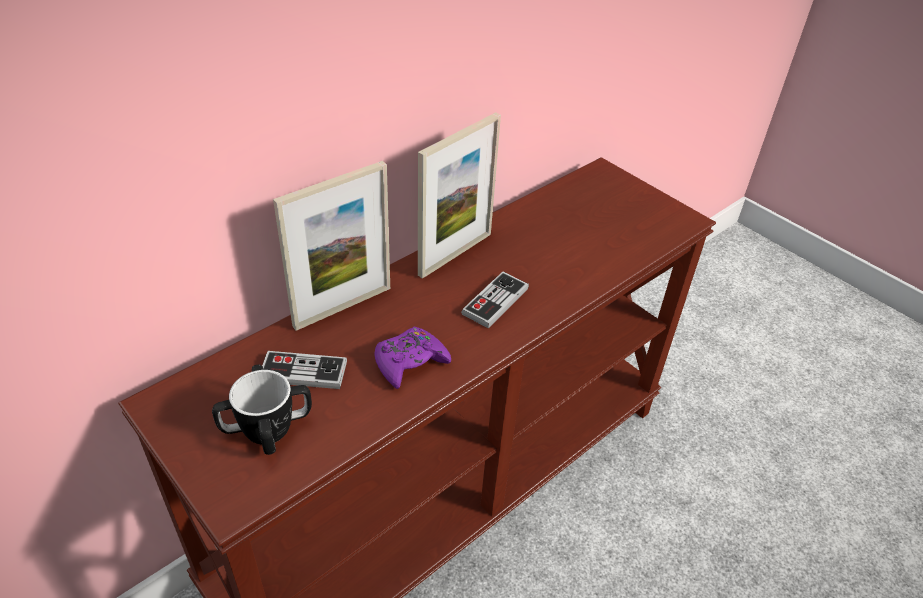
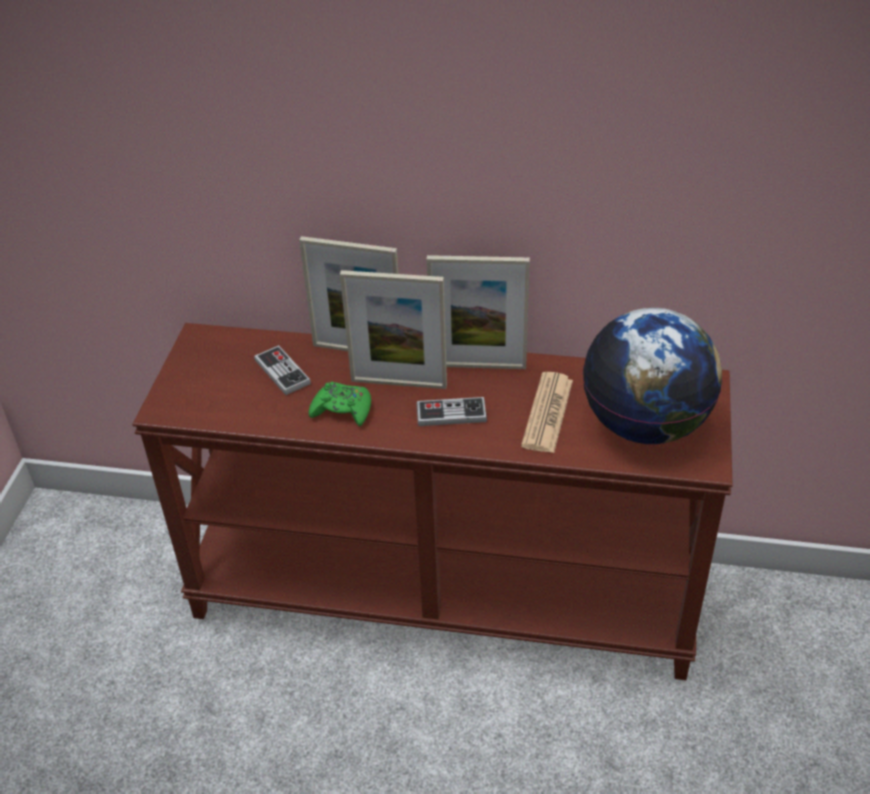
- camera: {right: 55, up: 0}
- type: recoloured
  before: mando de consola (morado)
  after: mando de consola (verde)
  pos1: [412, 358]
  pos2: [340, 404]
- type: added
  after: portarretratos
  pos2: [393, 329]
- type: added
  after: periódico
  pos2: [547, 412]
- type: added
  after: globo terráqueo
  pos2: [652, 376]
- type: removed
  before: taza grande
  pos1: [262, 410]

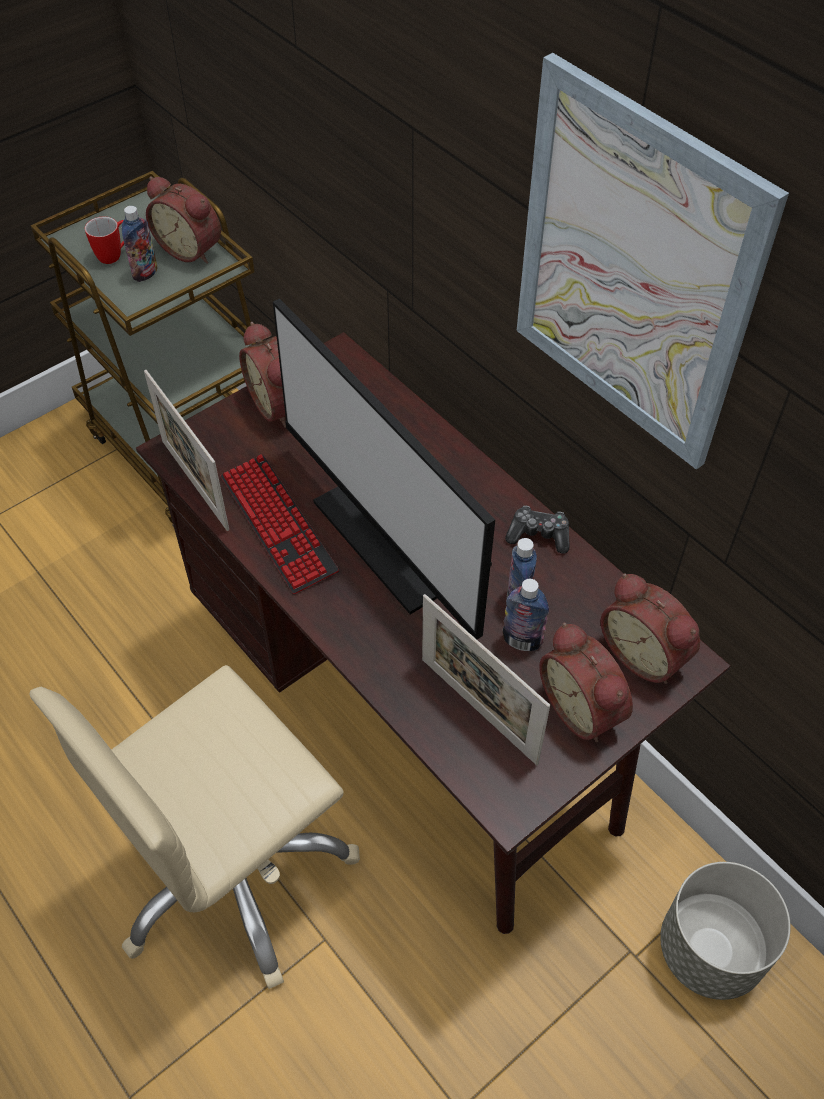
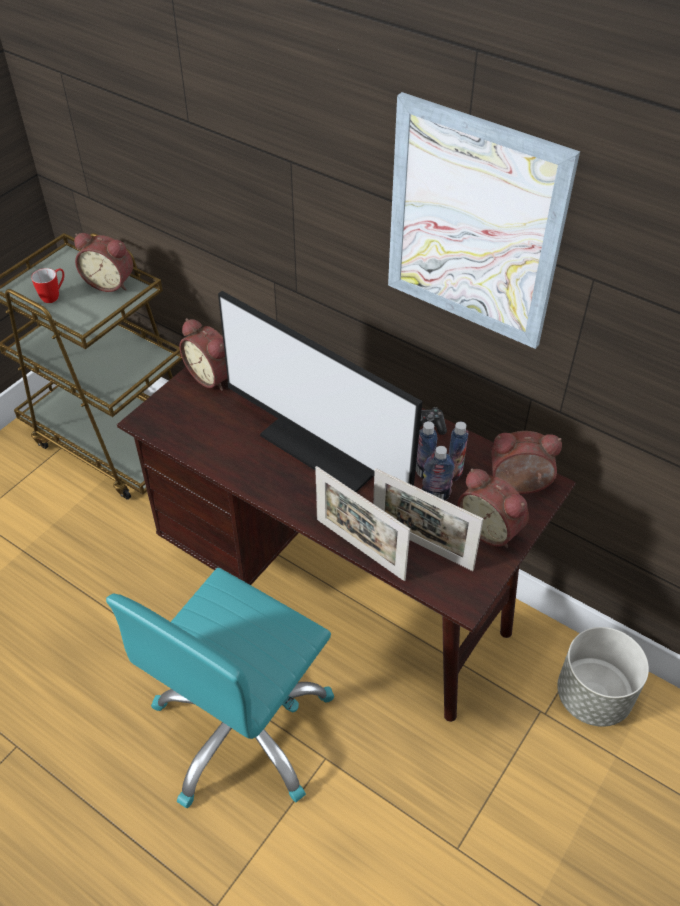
- camera: {right: -15, up: -5}
- type: recoloured
  before: silla de oficina (beis)
  after: silla de oficina (turquesa)
  pos1: [195, 827]
  pos2: [220, 688]
- type: moved
  before: portarretratos
  pos1: [186, 450]
  pos2: [362, 523]
- type: moved
  before: botella
  pos1: [140, 244]
  pos2: [458, 451]
- type: turned
  before: despertador
  pos1: [650, 628]
  pos2: [526, 462]
  turn: 150
- type: removed
  before: teclado
  pos1: [279, 524]

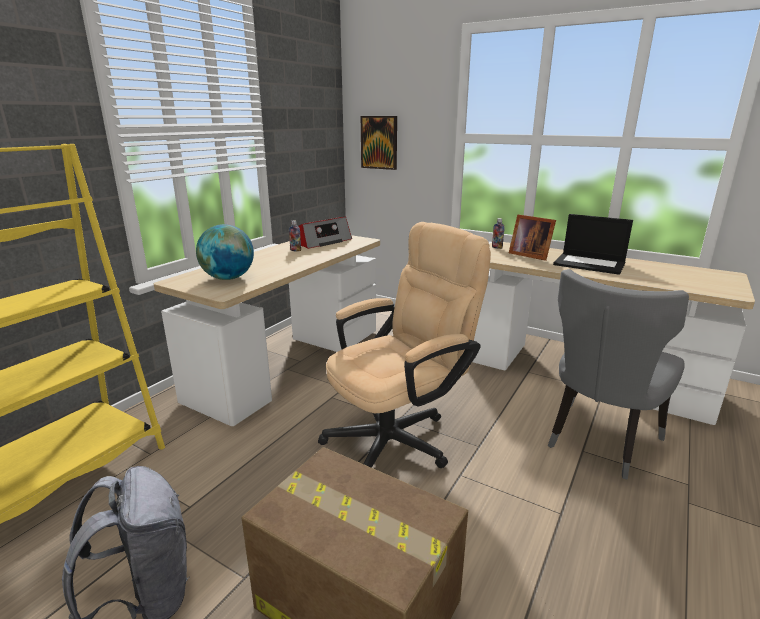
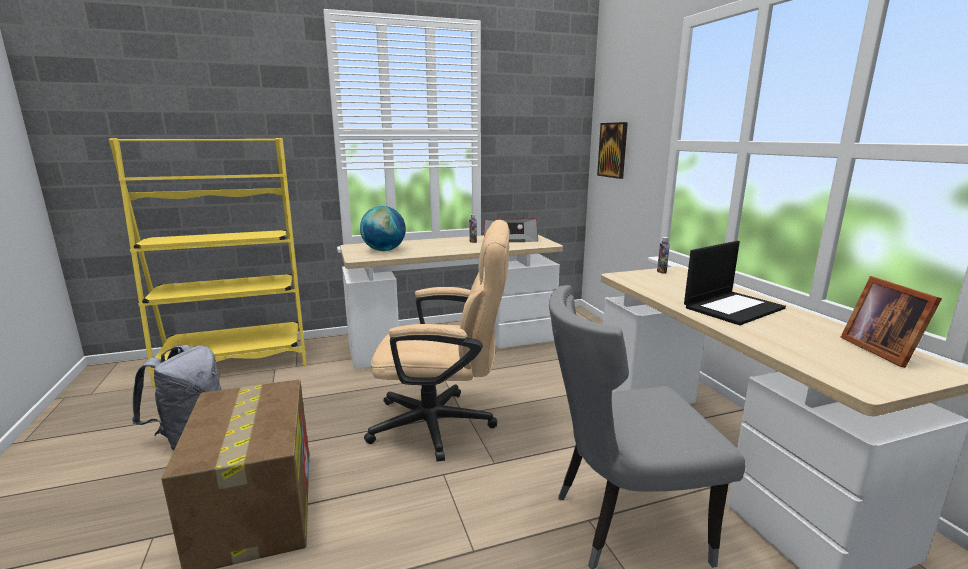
- camera: {right: 40, up: -5}
- type: turned
  before: portátil
  pos1: [593, 244]
  pos2: [735, 283]
  turn: -105
- type: moved
  before: portarretratos
  pos1: [532, 237]
  pos2: [891, 322]

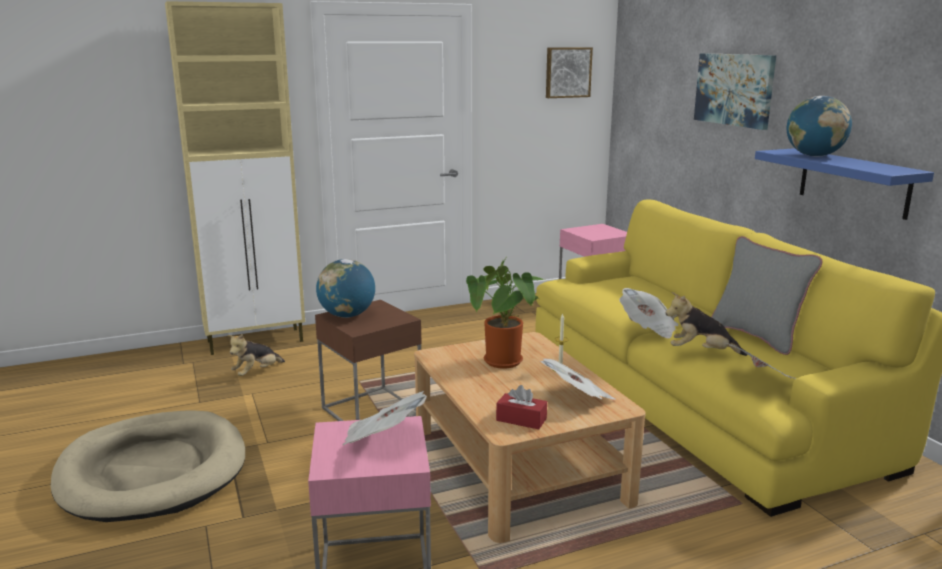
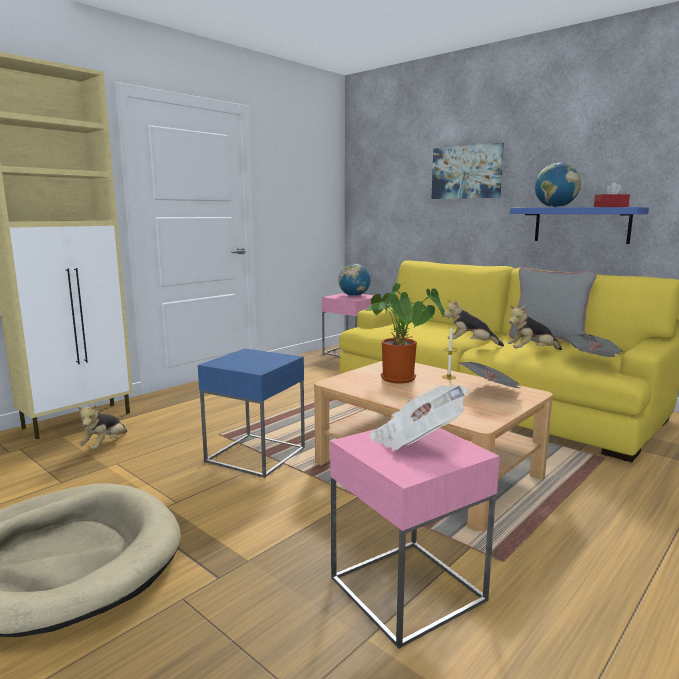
- camera: {right: -25, up: -5}
- type: recoloured
  before: mesa auxiliar (marrón)
  after: mesa auxiliar (azul)
  pos1: [368, 360]
  pos2: [251, 413]
- type: moved
  before: globo terráqueo
  pos1: [345, 288]
  pos2: [354, 280]
- type: replaced
  before: periódico
  after: peluche
  pos1: [649, 313]
  pos2: [473, 323]
- type: moved
  before: caja de pañuelos (rojo)
  pos1: [521, 407]
  pos2: [612, 194]
- type: removed
  before: cuadro
  pos1: [569, 72]

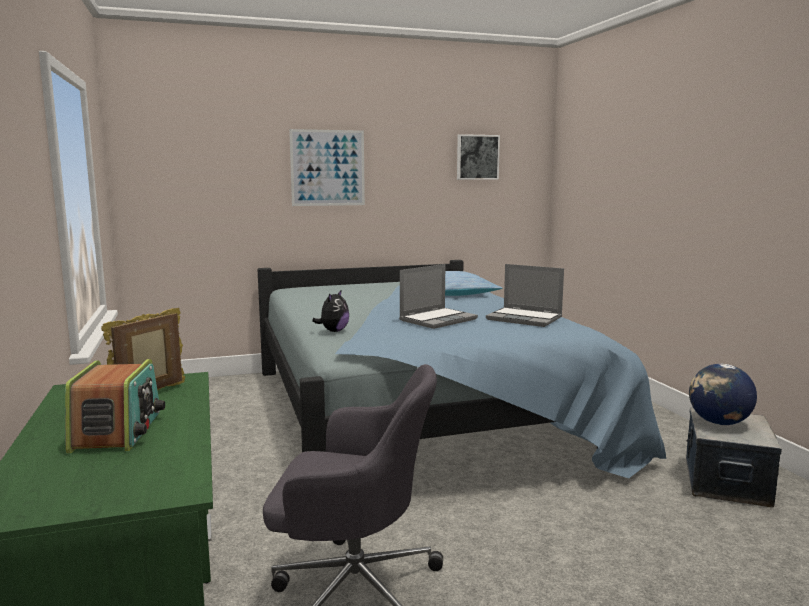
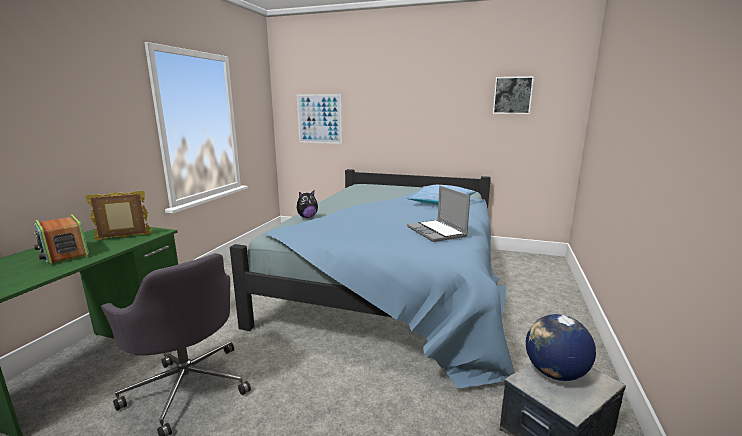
- camera: {right: 35, up: 5}
- type: turned
  before: radio
  pos1: [115, 406]
  pos2: [61, 239]
  turn: 105
- type: moved
  before: cuadro
  pos1: [327, 167]
  pos2: [319, 119]
- type: removed
  before: portátil
  pos1: [438, 296]

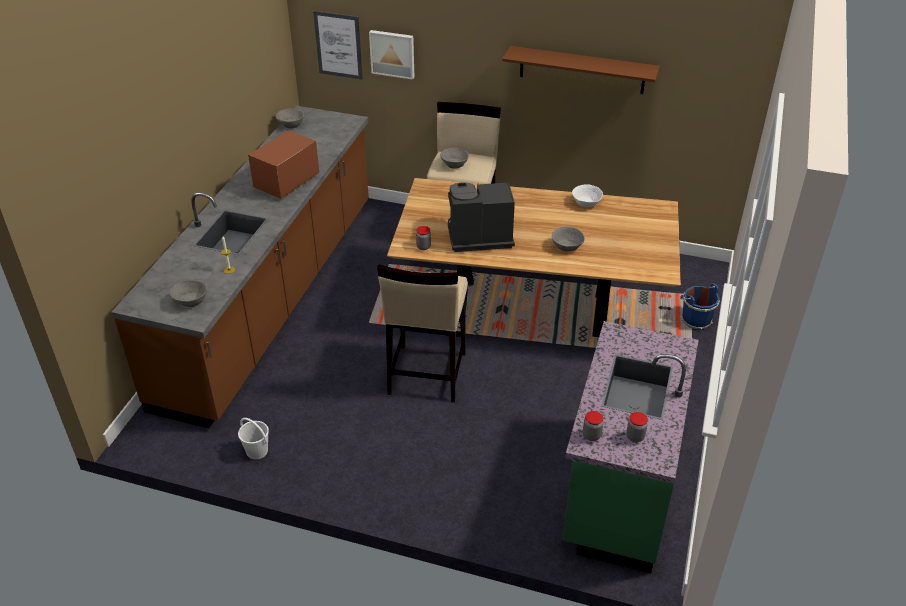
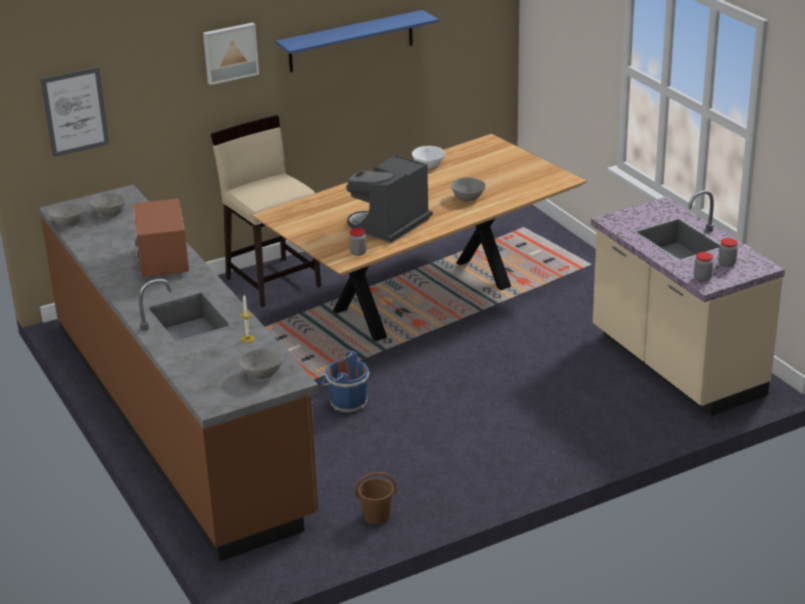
- camera: {right: -45, up: -10}
- type: moved
  before: cuenco (gris)
  pos1: [454, 158]
  pos2: [108, 205]
- type: moved
  before: cuadro
  pos1: [391, 55]
  pos2: [231, 53]
- type: recoloured
  before: estante (marrón)
  after: estante (azul)
  pos1: [581, 70]
  pos2: [357, 41]
- type: moved
  before: cubo (azul)
  pos1: [700, 306]
  pos2: [345, 382]
- type: recoloured
  before: cubo (blanco)
  after: cubo (marrón)
  pos1: [253, 438]
  pos2: [376, 498]
- type: recoloured
  before: mueble bajo de cocina (verde)
  after: mueble bajo de cocina (beis)
  pos1: [631, 447]
  pos2: [688, 303]
- type: removed
  before: taburete (beis)
  pos1: [422, 333]

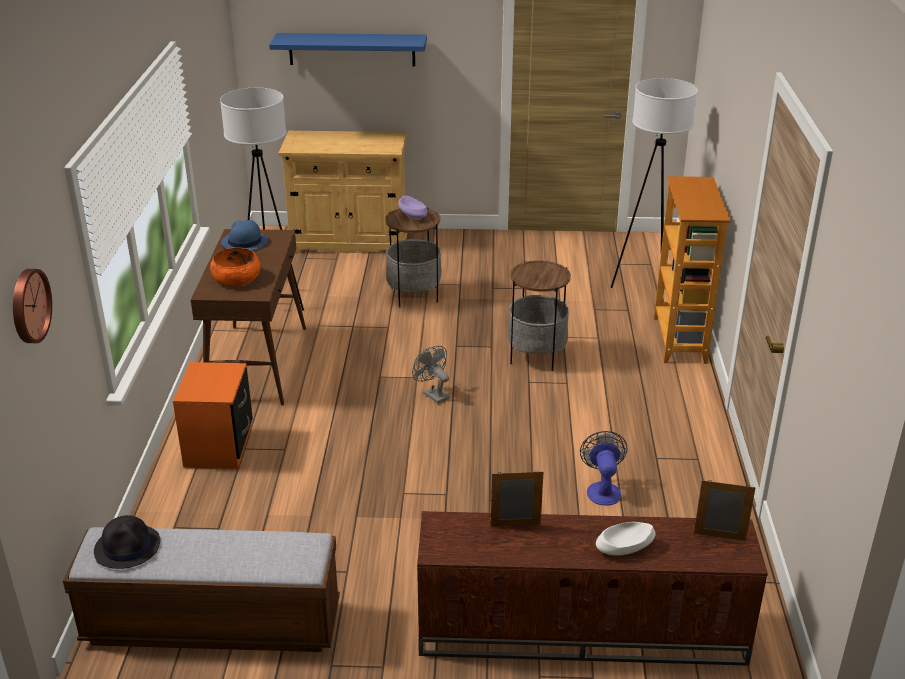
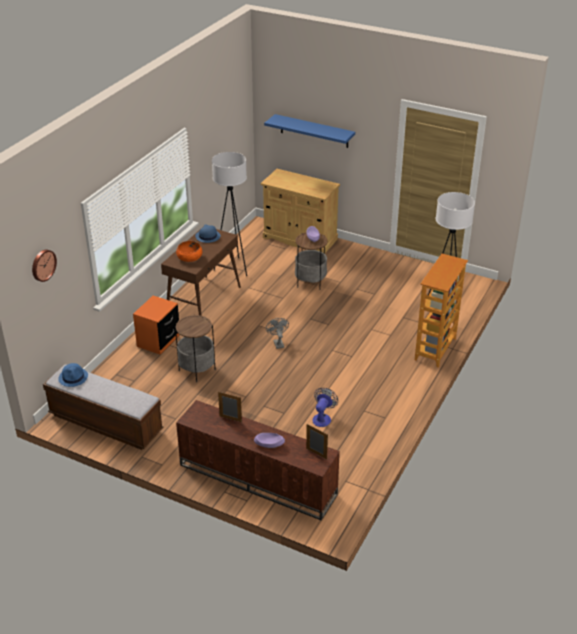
- camera: {right: 25, up: 5}
- type: recoloured
  before: sombrero (negro)
  after: sombrero (azul)
  pos1: [127, 542]
  pos2: [73, 375]
- type: moved
  before: mesa auxiliar
  pos1: [539, 315]
  pos2: [195, 348]
- type: recoloured
  before: cuenco (blanco)
  after: cuenco (morado)
  pos1: [626, 539]
  pos2: [269, 440]

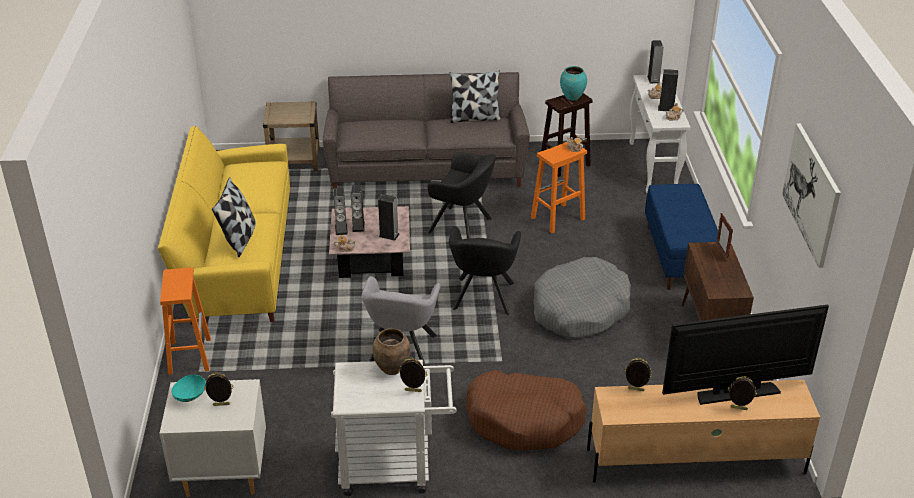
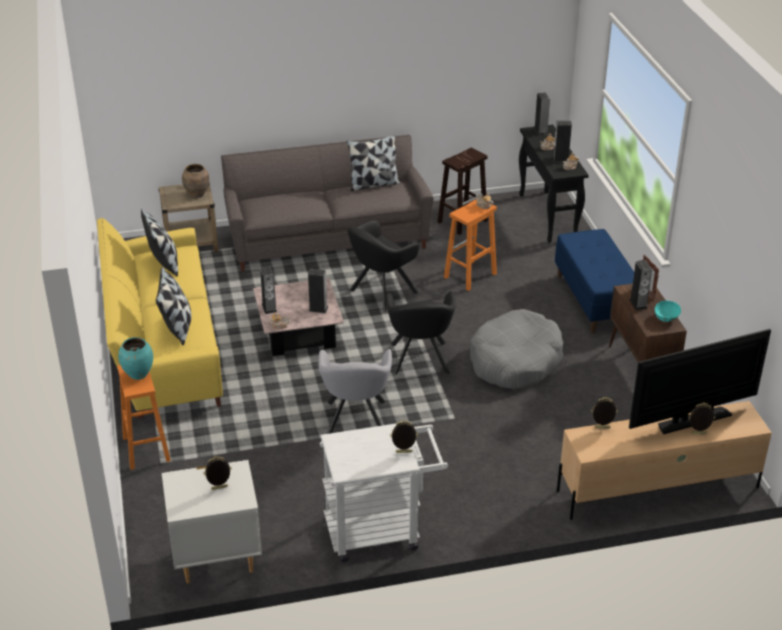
- camera: {right: -10, up: 0}
- type: moved
  before: florero (turquesa)
  pos1: [573, 83]
  pos2: [135, 358]
- type: added
  after: cojín
  pos2: [159, 242]
- type: moved
  before: florero (marrón)
  pos1: [391, 351]
  pos2: [195, 181]
- type: turned
  before: sillón (negro)
  pos1: [461, 195]
  pos2: [383, 266]
  turn: 120
- type: recoloured
  before: mesa consola (blanco)
  after: mesa consola (negro)
  pos1: [660, 133]
  pos2: [554, 184]
- type: moved
  before: altavoz
  pos1: [358, 208]
  pos2: [640, 285]
- type: moved
  before: cuenco (turquesa)
  pos1: [189, 388]
  pos2: [668, 311]
- type: removed
  before: cama para perro (marrón)
  pos1: [526, 410]
- type: removed
  before: cuadro
  pos1: [811, 195]

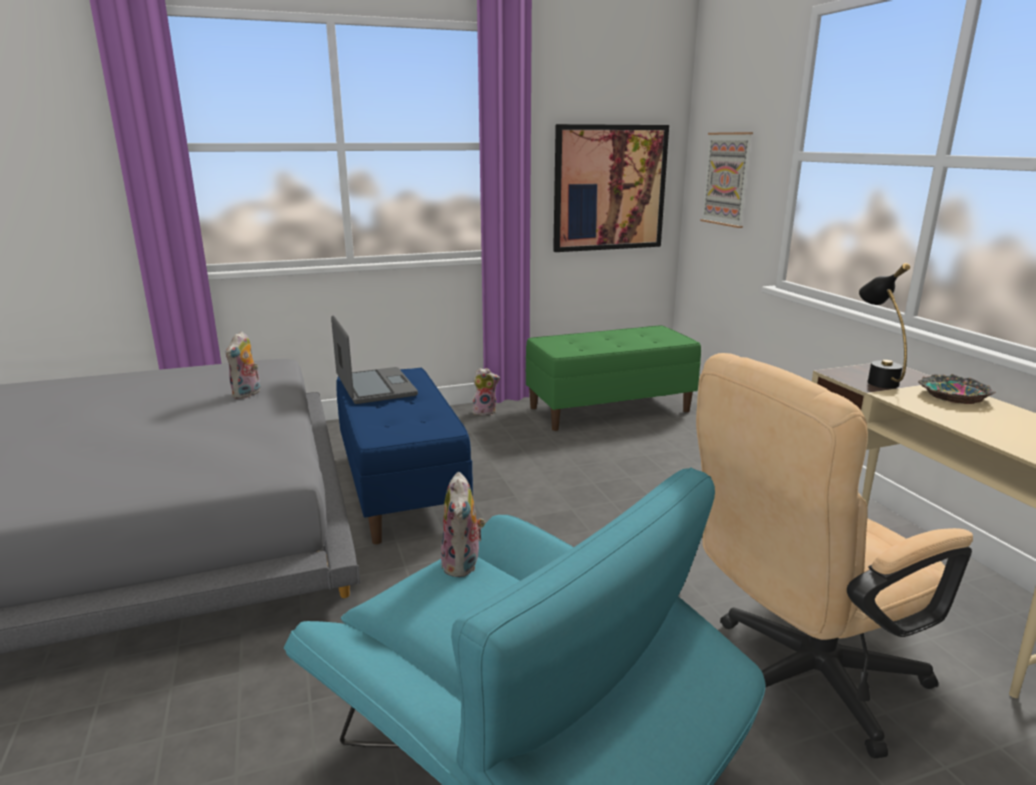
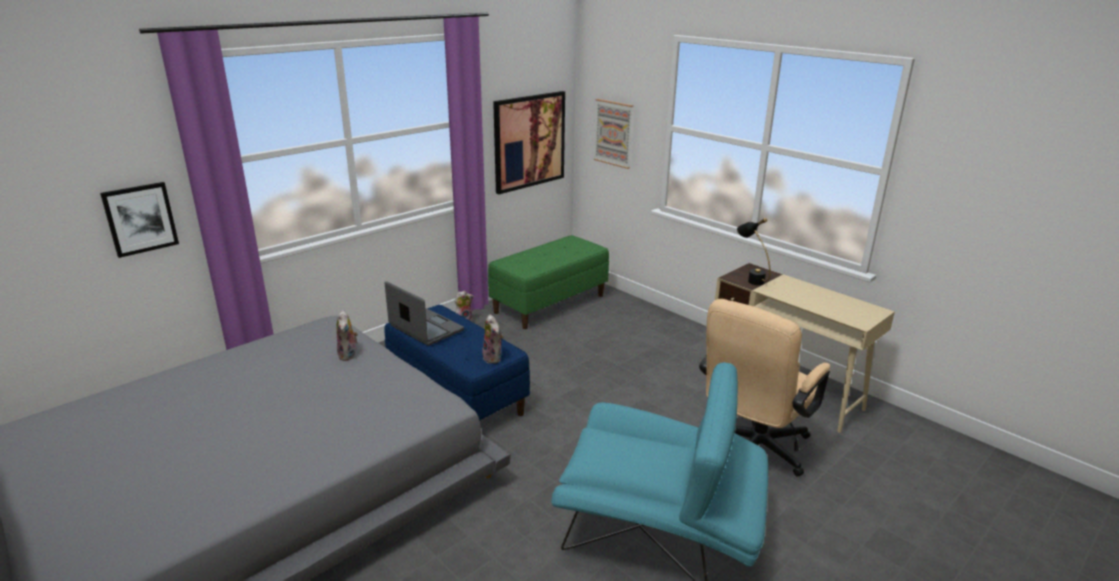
- camera: {right: -25, up: 5}
- type: added
  after: cuadro
  pos2: [139, 220]
- type: moved
  before: peluche
  pos1: [463, 524]
  pos2: [492, 339]
- type: removed
  before: cuenco
  pos1: [957, 389]

